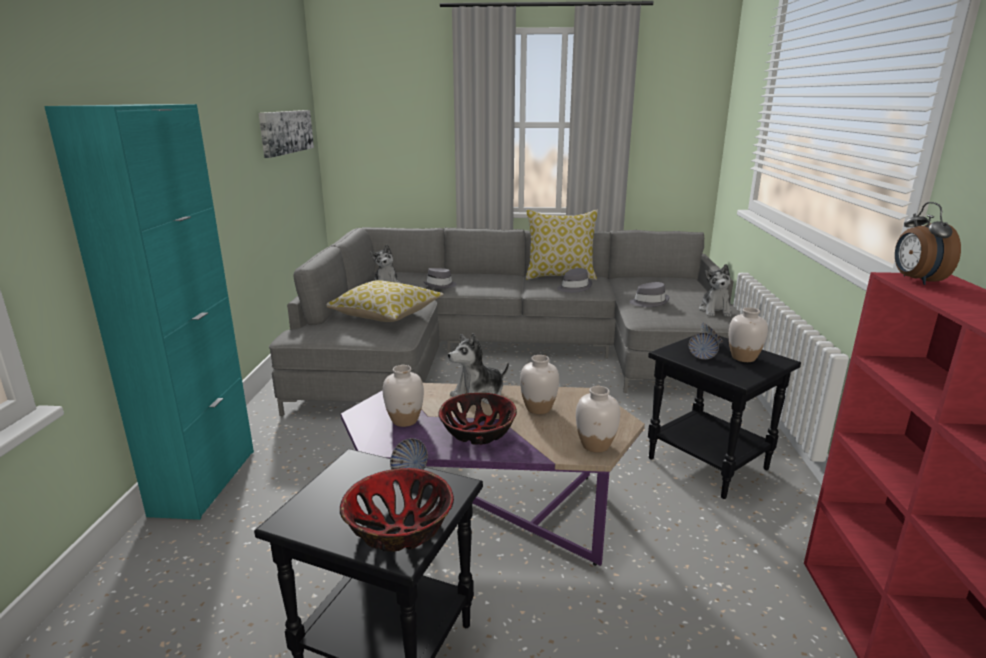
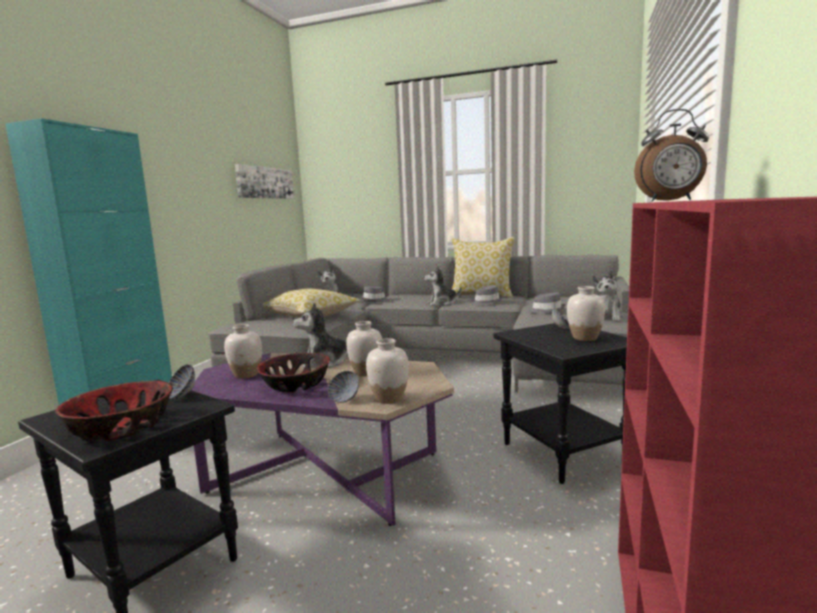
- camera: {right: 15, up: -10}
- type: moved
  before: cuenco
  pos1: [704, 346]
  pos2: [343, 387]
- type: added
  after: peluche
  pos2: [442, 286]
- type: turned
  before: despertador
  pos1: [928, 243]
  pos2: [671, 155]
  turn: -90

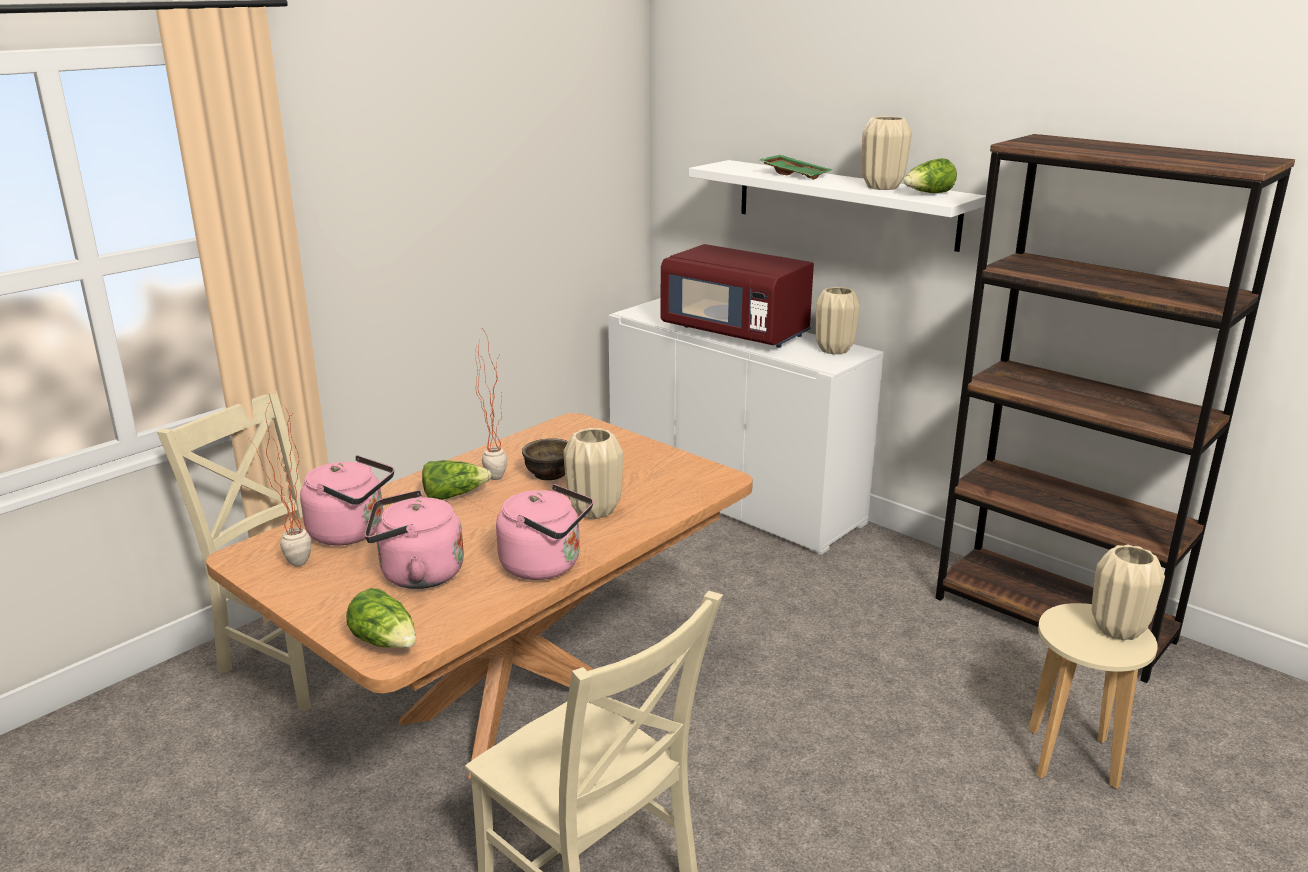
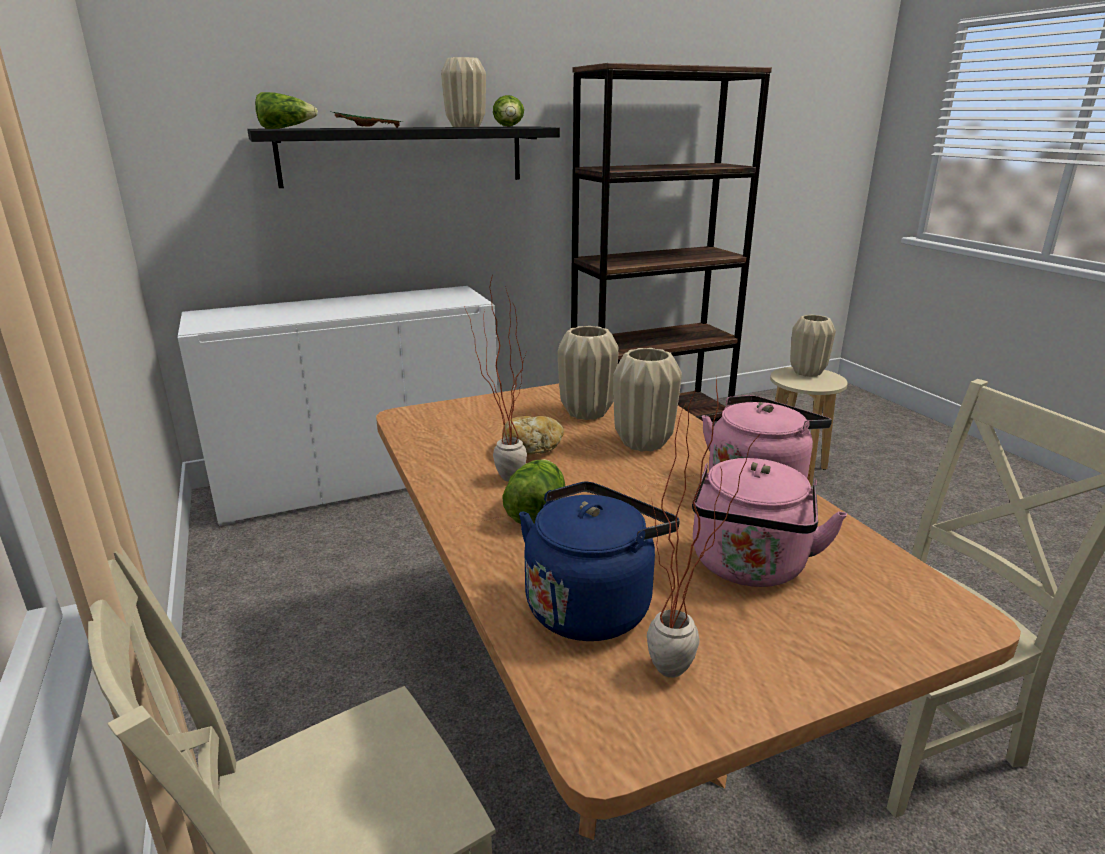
- camera: {right: -65, up: 0}
- type: recoloured
  before: estante (blanco)
  after: estante (negro)
  pos1: [837, 206]
  pos2: [403, 157]
- type: moved
  before: lechuga
  pos1: [381, 618]
  pos2: [286, 110]
- type: replaced
  before: cuenco (marrón)
  after: pan
  pos1: [545, 459]
  pos2: [533, 435]
- type: recoloured
  before: hervidor (rosa)
  after: hervidor (azul)
  pos1: [347, 500]
  pos2: [599, 561]
- type: moved
  before: florero (beis)
  pos1: [838, 320]
  pos2: [588, 373]
- type: removed
  before: microondas (rojo)
  pos1: [737, 296]

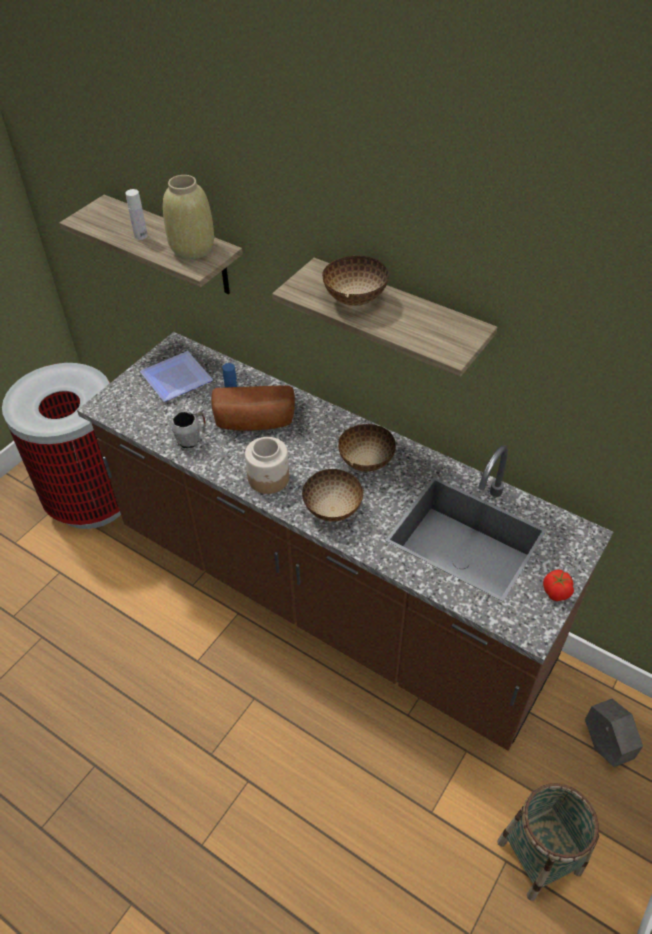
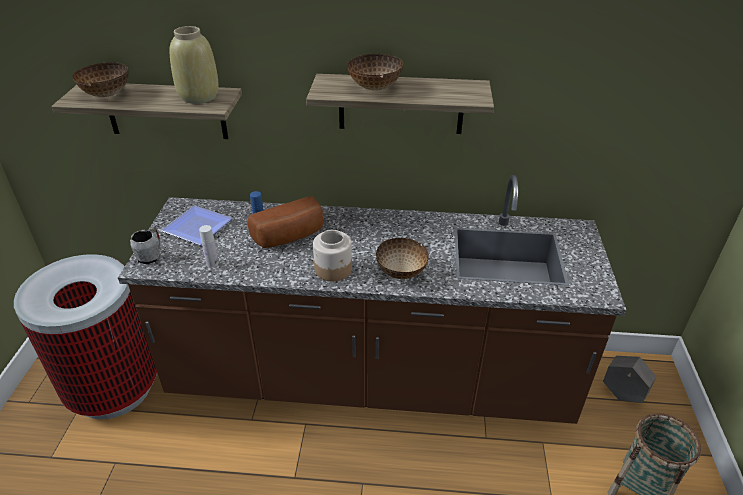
- camera: {right: -30, up: -10}
- type: moved
  before: cuenco
  pos1: [367, 448]
  pos2: [100, 79]
- type: moved
  before: taza grande (gris)
  pos1: [188, 428]
  pos2: [145, 244]
- type: moved
  before: botella (blanco)
  pos1: [136, 214]
  pos2: [209, 246]
- type: removed
  before: tomate
  pos1: [558, 585]

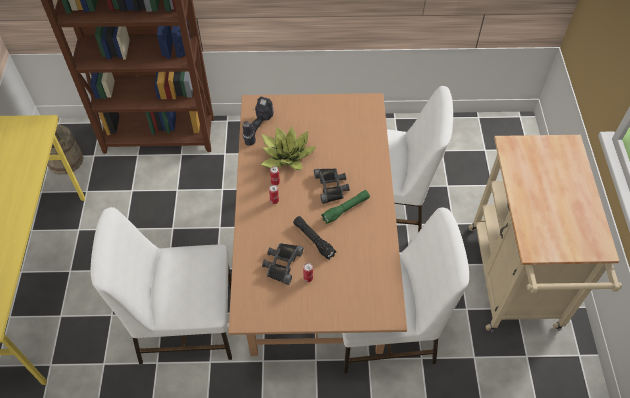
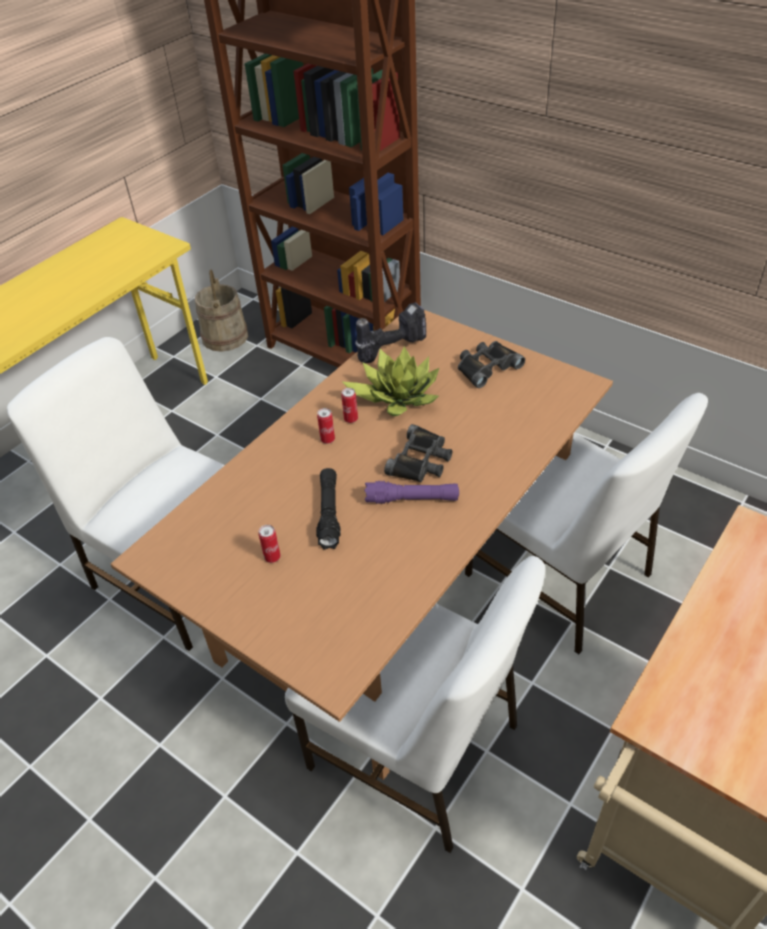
- camera: {right: 40, up: -10}
- type: recoloured
  before: linterna (verde)
  after: linterna (morado)
  pos1: [345, 207]
  pos2: [412, 492]
- type: moved
  before: prismáticos (negro)
  pos1: [282, 264]
  pos2: [491, 364]

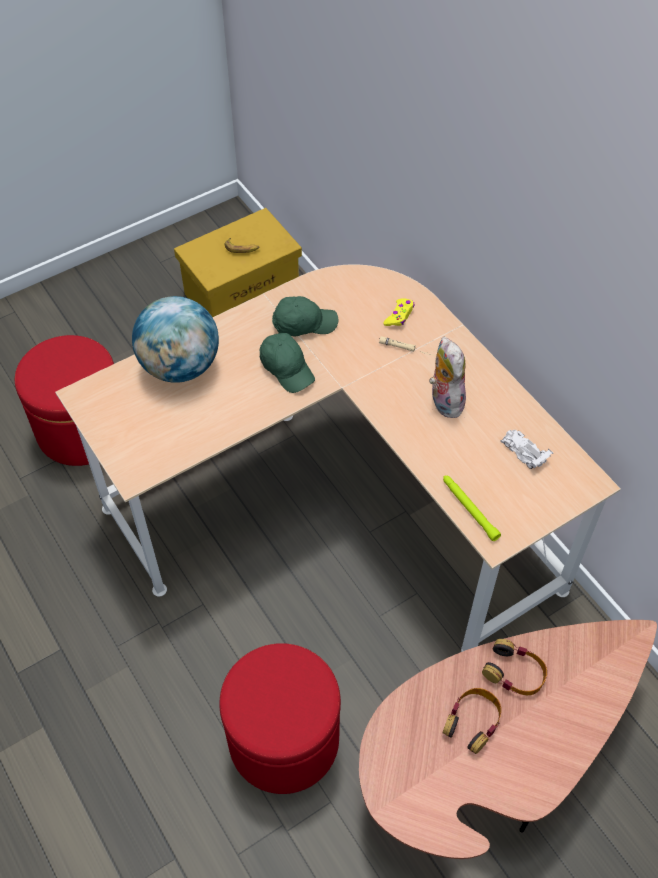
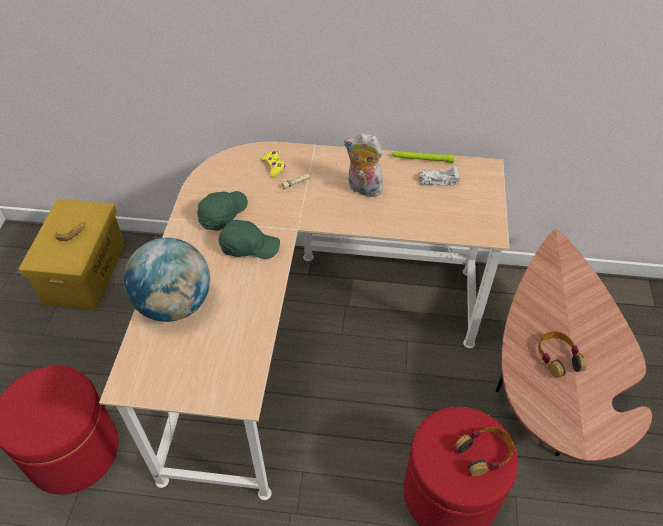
- camera: {right: -50, up: -5}
- type: moved
  before: linterna (verde)
  pos1: [472, 508]
  pos2: [423, 157]
- type: moved
  before: auriculares
  pos1: [514, 667]
  pos2: [484, 451]

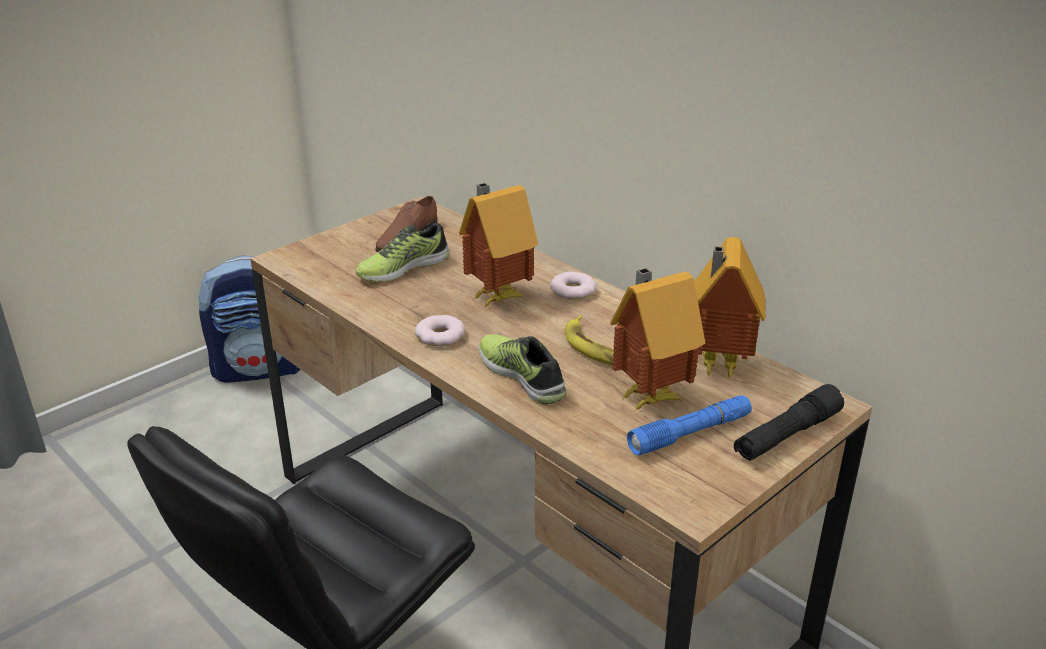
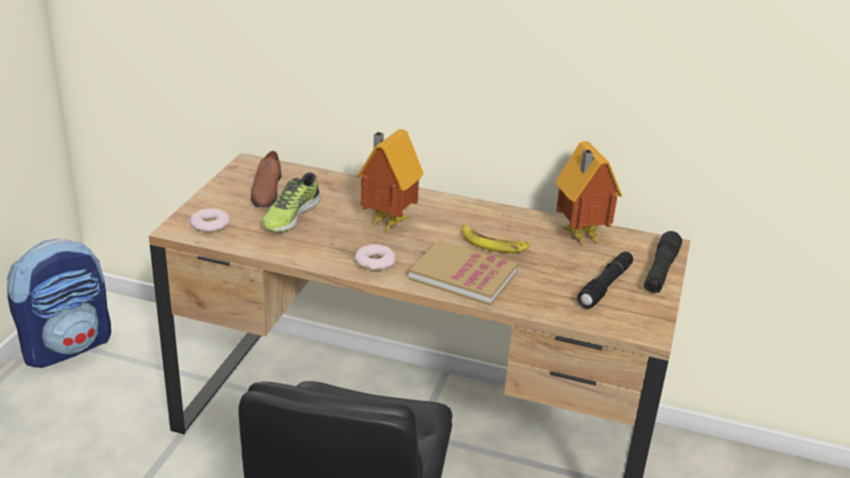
- camera: {right: -30, up: 0}
- type: moved
  before: rosquilla
  pos1: [573, 286]
  pos2: [210, 220]
- type: replaced
  before: zapato
  after: libro
  pos1: [523, 369]
  pos2: [463, 273]
- type: recoloured
  before: linterna (azul)
  after: linterna (negro)
  pos1: [689, 425]
  pos2: [605, 280]
- type: removed
  before: casita
  pos1: [657, 340]

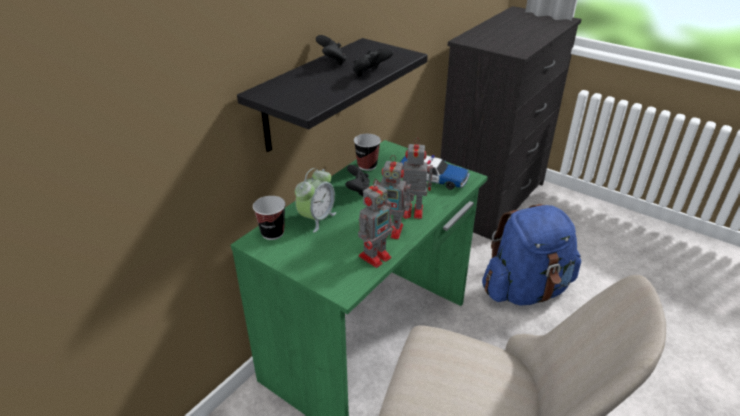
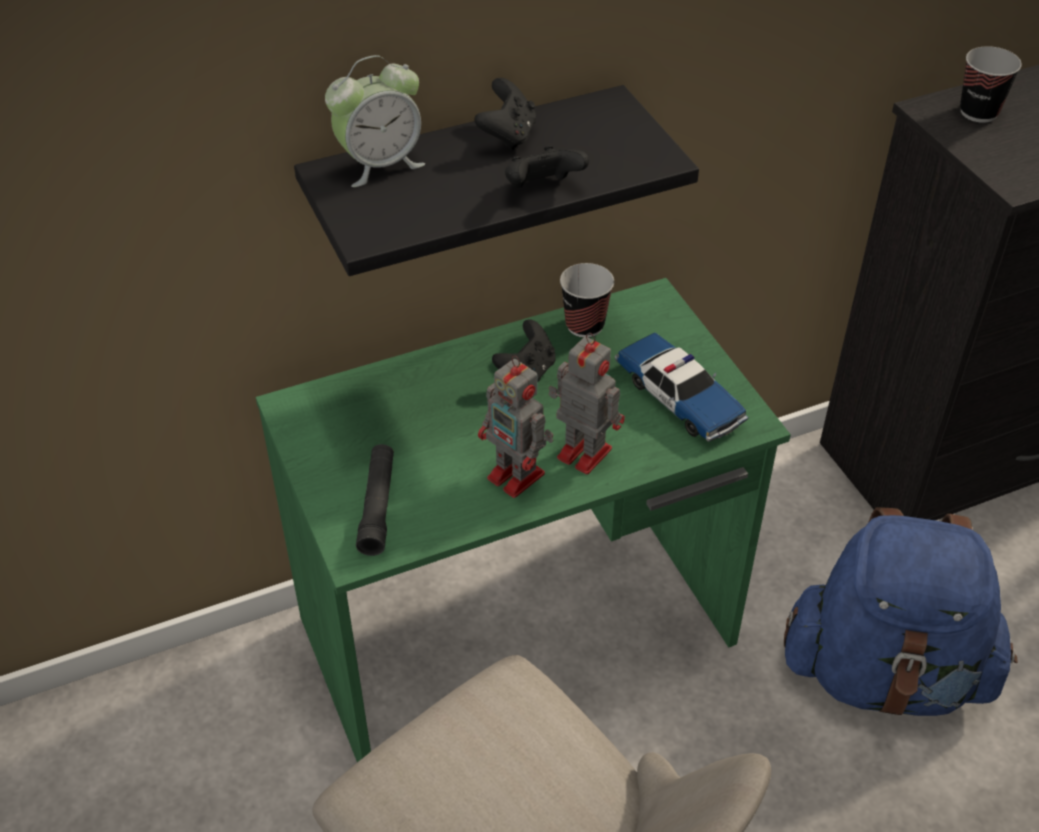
- camera: {right: 30, up: 10}
- type: moved
  before: despertador
  pos1: [315, 200]
  pos2: [375, 121]
- type: added
  after: linterna (negro)
  pos2: [375, 500]
- type: moved
  before: taza
  pos1: [269, 218]
  pos2: [991, 84]
- type: removed
  before: robot de juguete
  pos1: [377, 223]

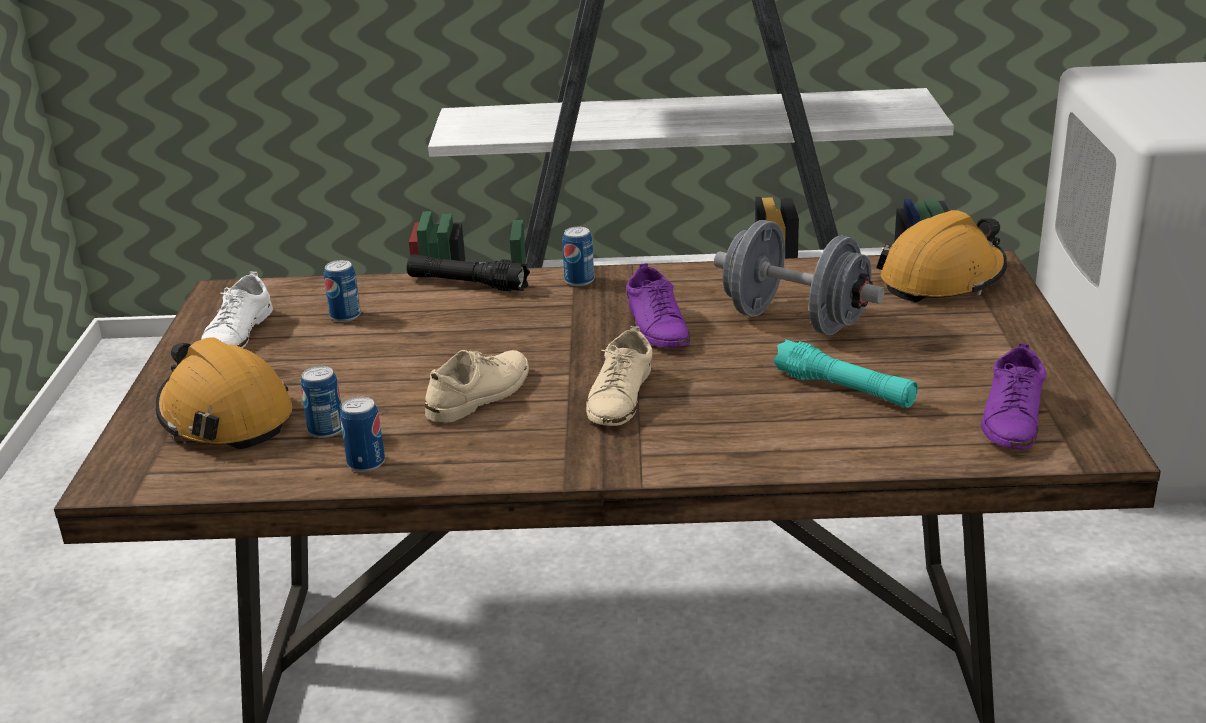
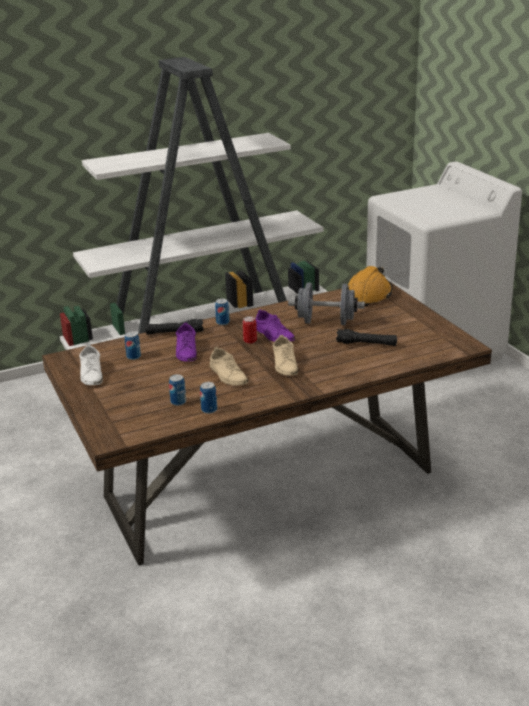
- camera: {right: -25, up: 0}
- type: moved
  before: zapato (morado)
  pos1: [1013, 396]
  pos2: [186, 342]
- type: turned
  before: zapato (beis)
  pos1: [477, 386]
  pos2: [229, 366]
  turn: 135
- type: added
  after: lata
  pos2: [250, 330]
- type: recoloured
  before: linterna (turquesa)
  after: linterna (negro)
  pos1: [845, 374]
  pos2: [366, 337]
- type: removed
  before: casco (naranja)
  pos1: [224, 393]

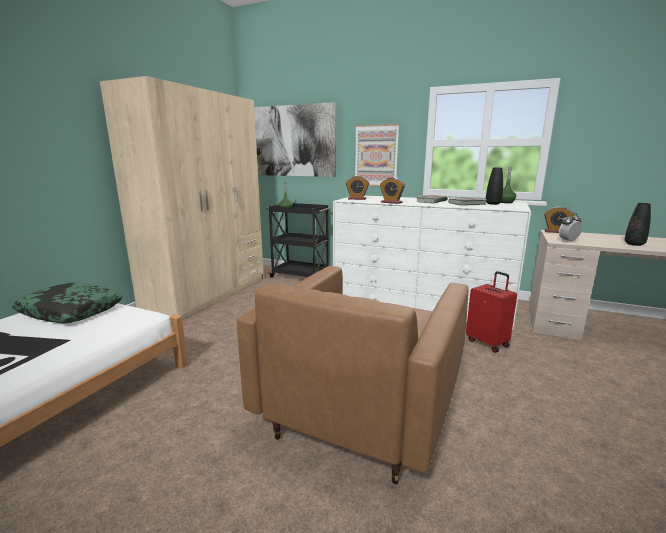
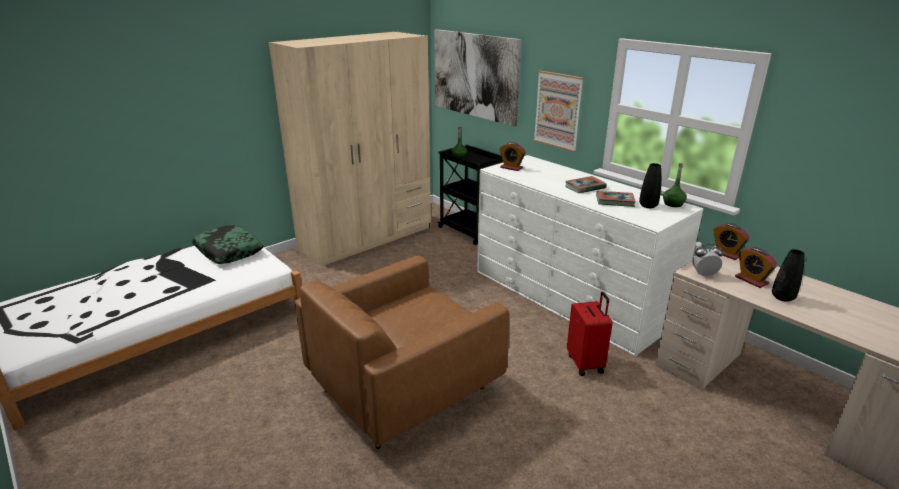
- camera: {right: 25, up: 10}
- type: moved
  before: despertador
  pos1: [392, 190]
  pos2: [756, 267]

